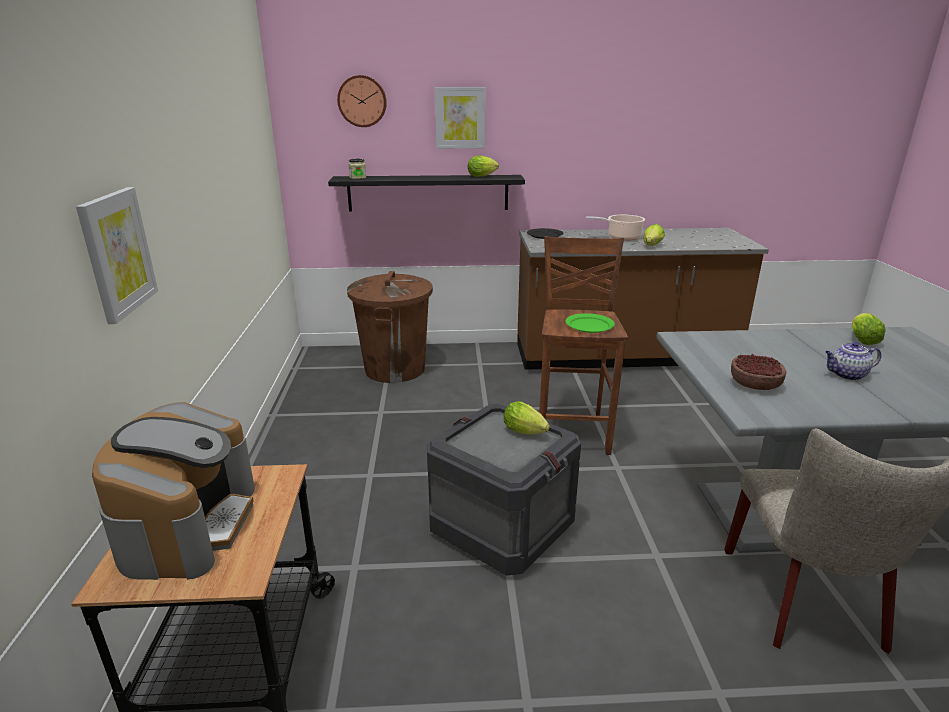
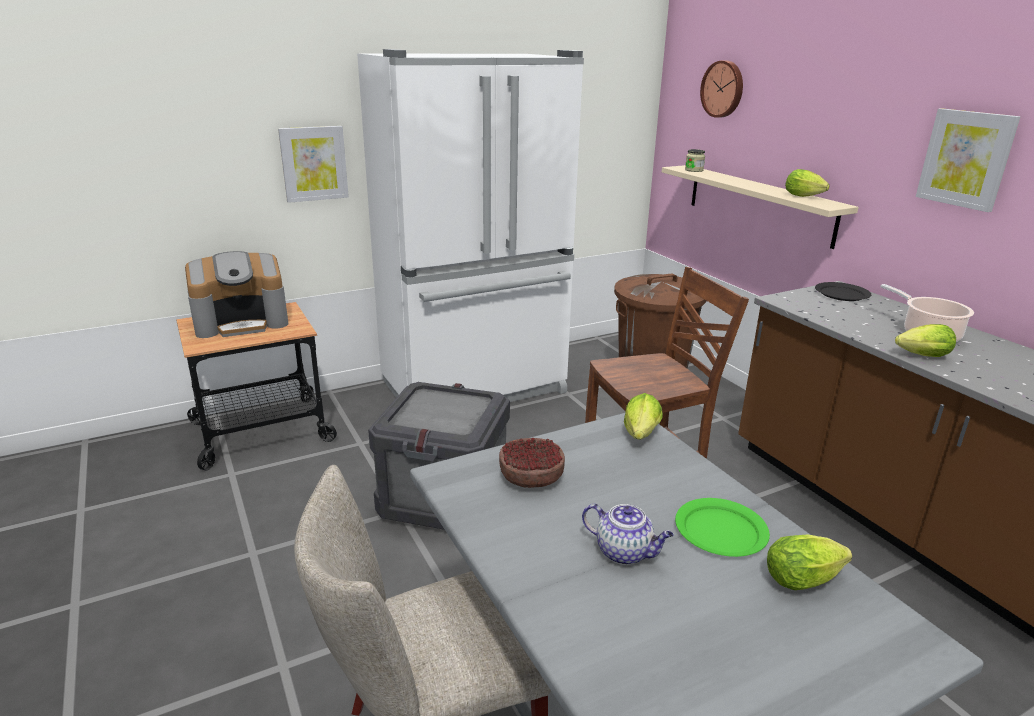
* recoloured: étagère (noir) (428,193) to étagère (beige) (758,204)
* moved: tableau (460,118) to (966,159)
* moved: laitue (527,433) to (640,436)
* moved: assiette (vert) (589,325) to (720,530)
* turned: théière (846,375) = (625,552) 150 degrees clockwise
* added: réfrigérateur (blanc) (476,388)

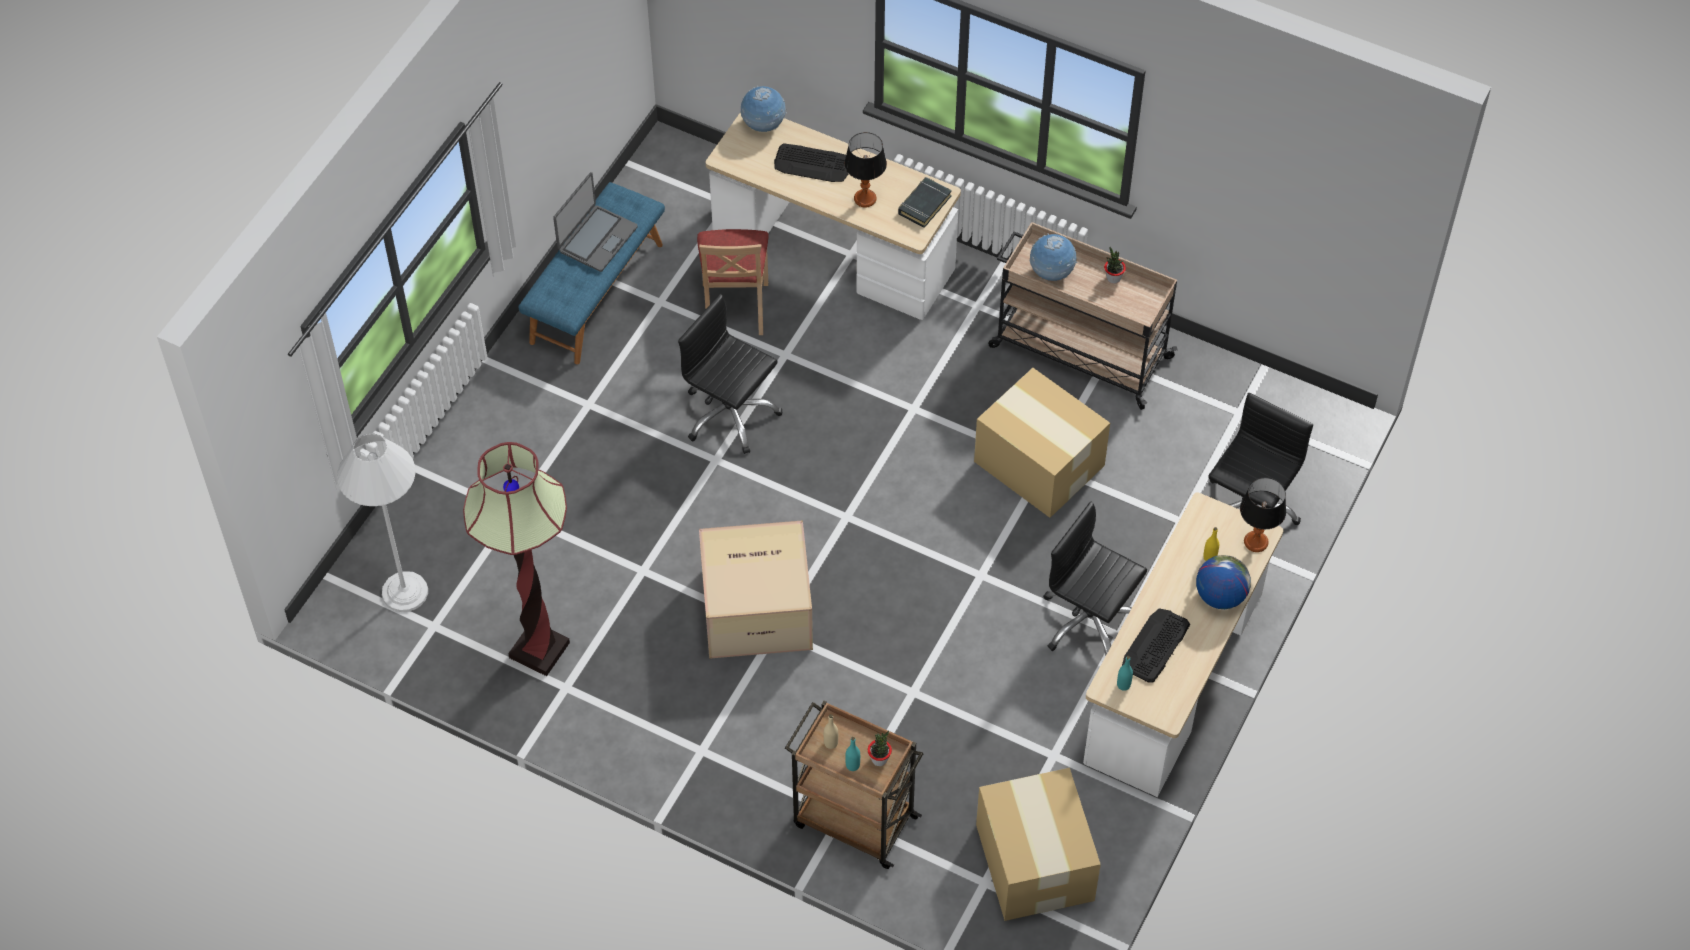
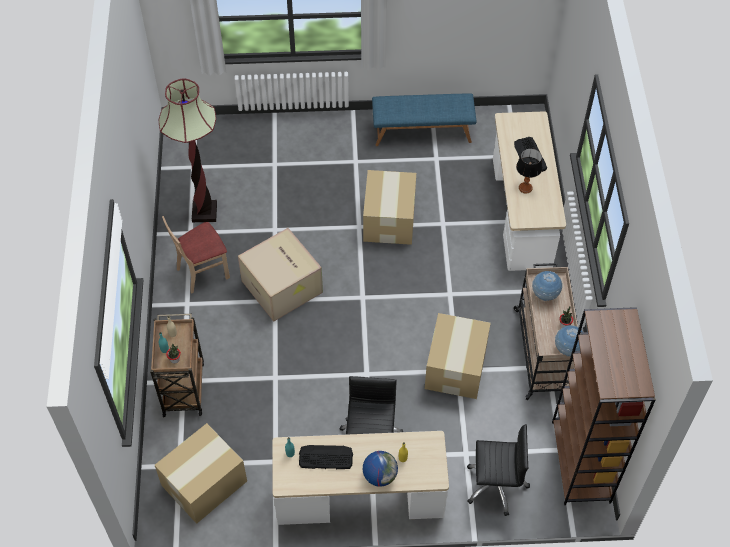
* removed: lampadaire (blanc) (404,592)
* removed: ordinateur portable (597,239)
* replaced: chaise de bureau (noir) (730,414) to carton (389,219)
* moved: chaise (beige) (735,307) to (202,272)
* moved: globe (763,125) to (568,349)
* removed: livre (noir) (924,205)
* removed: lampe de table (1256,542)
* added: bibliothèque (marron) (581,462)

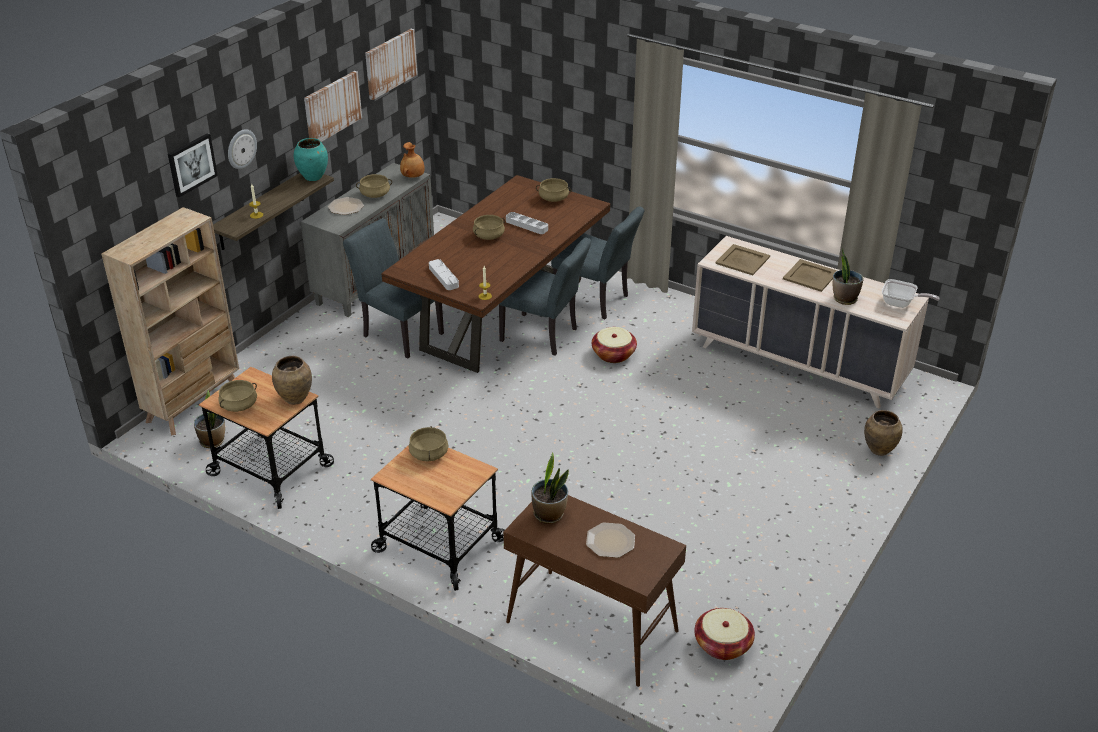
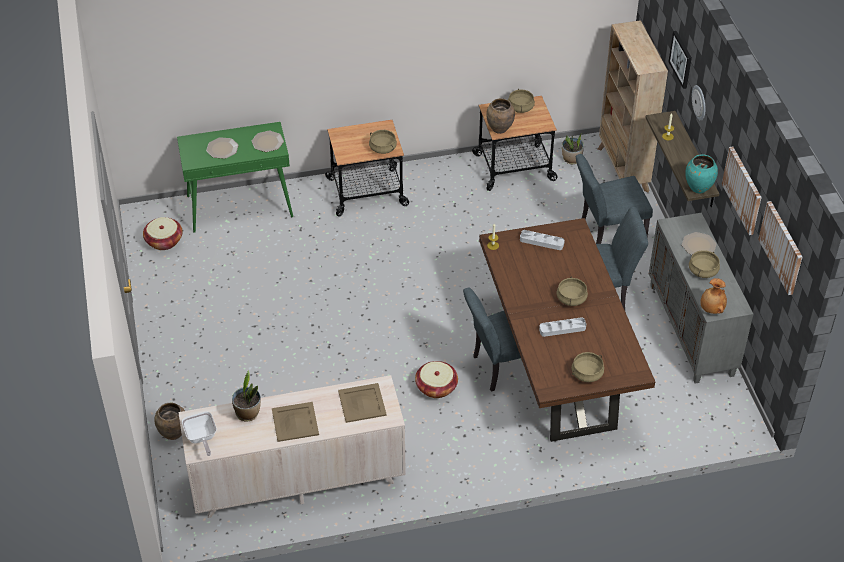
* recoloured: table console (marron) (590,627) to table console (vert) (240,206)
* replaced: plante en pot (549,514) to assiette (268,142)
* moved: chaise (gris) (596,301) to (607,235)
* turned: poêle (901,304) = (201,438) 90 degrees counterclockwise

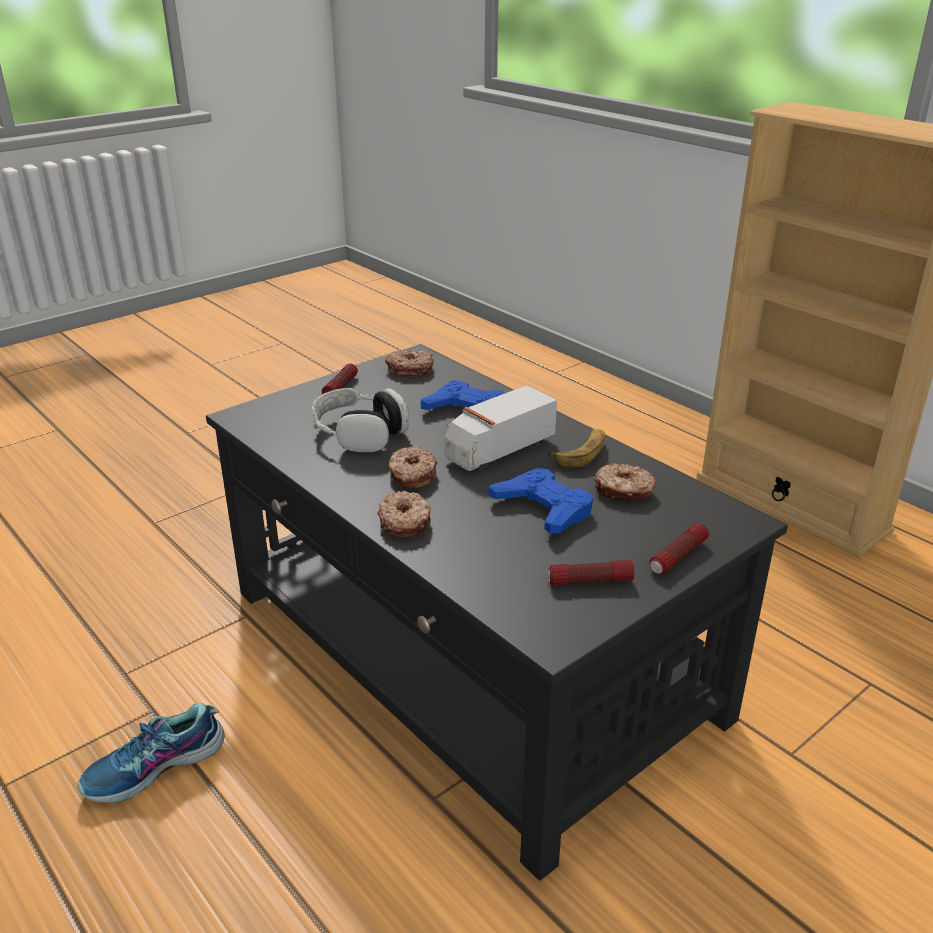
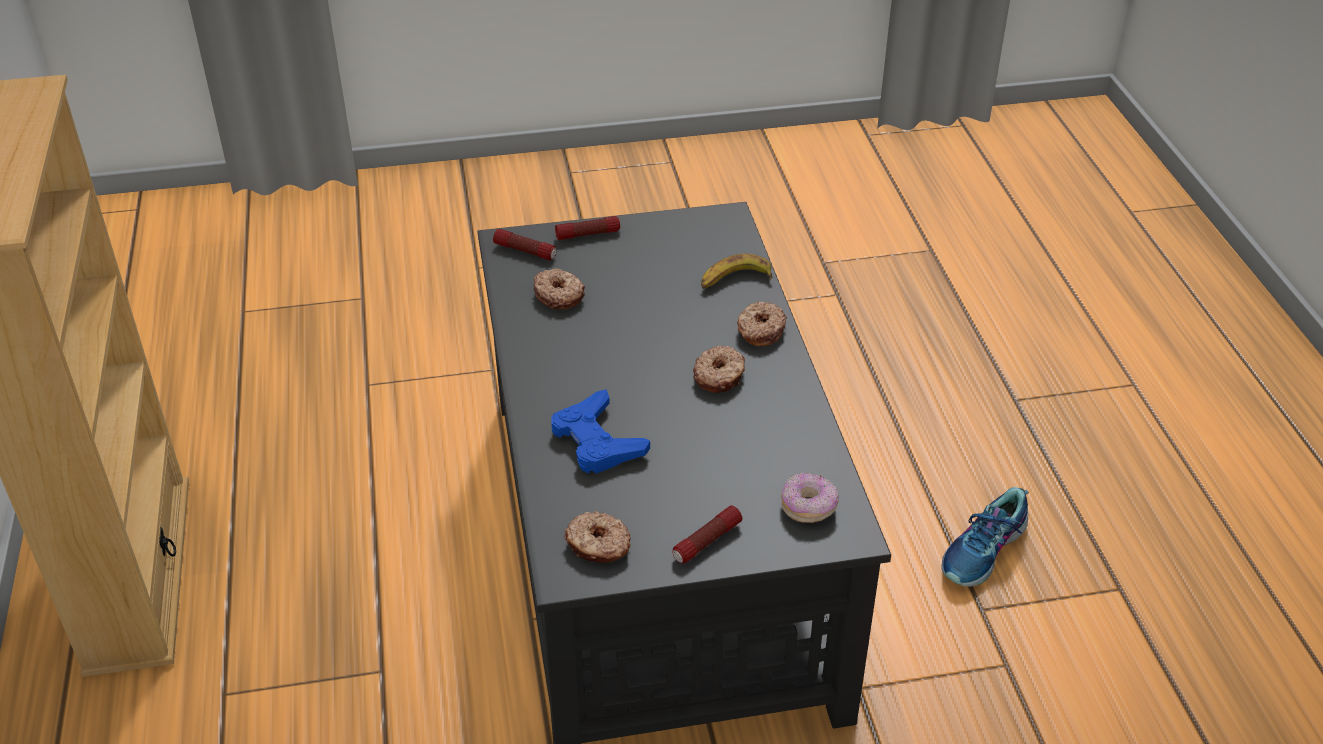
* turned: chaussure (155,768) = (984,551) 135 degrees clockwise
* removed: casque audio (359,433)
* removed: camion jouet (498,450)
* removed: manette (bleu) (543,508)
* moved: banane (581,453) to (734,280)
* moved: lampe de poche (590,581) to (525,251)
* added: beignet (808,507)

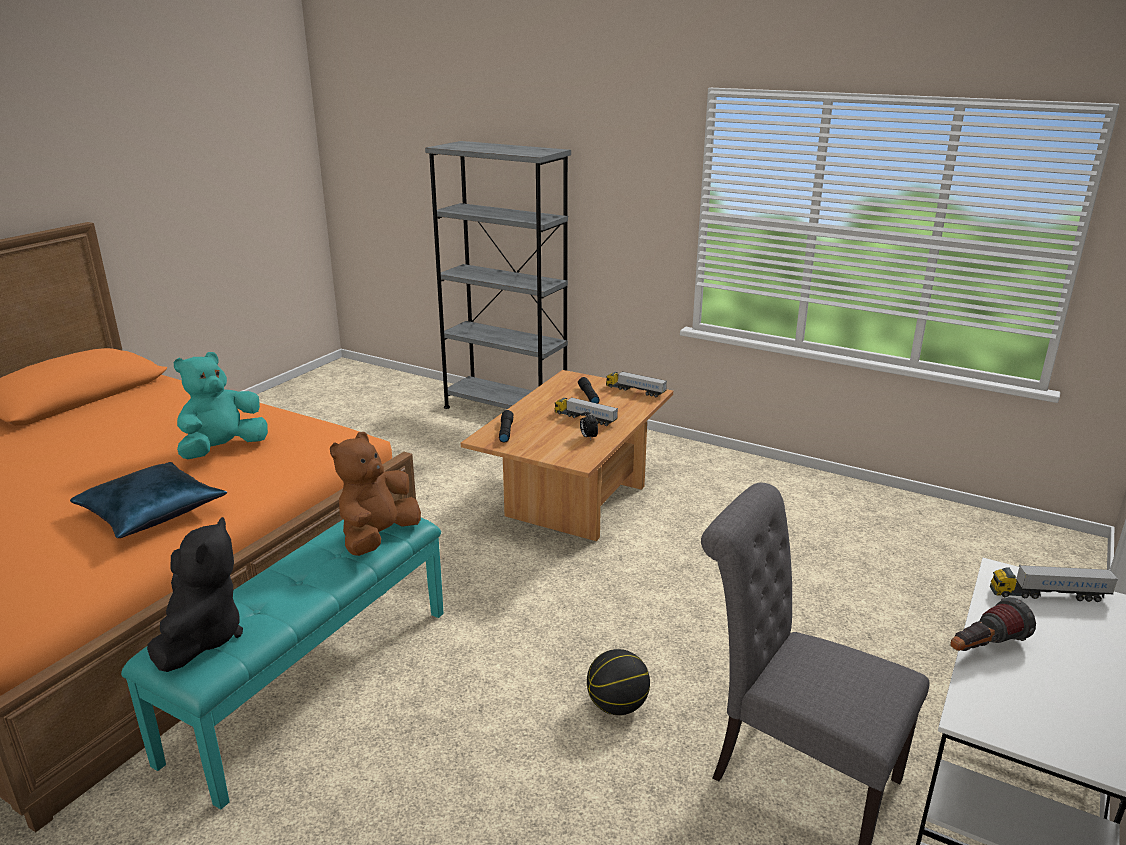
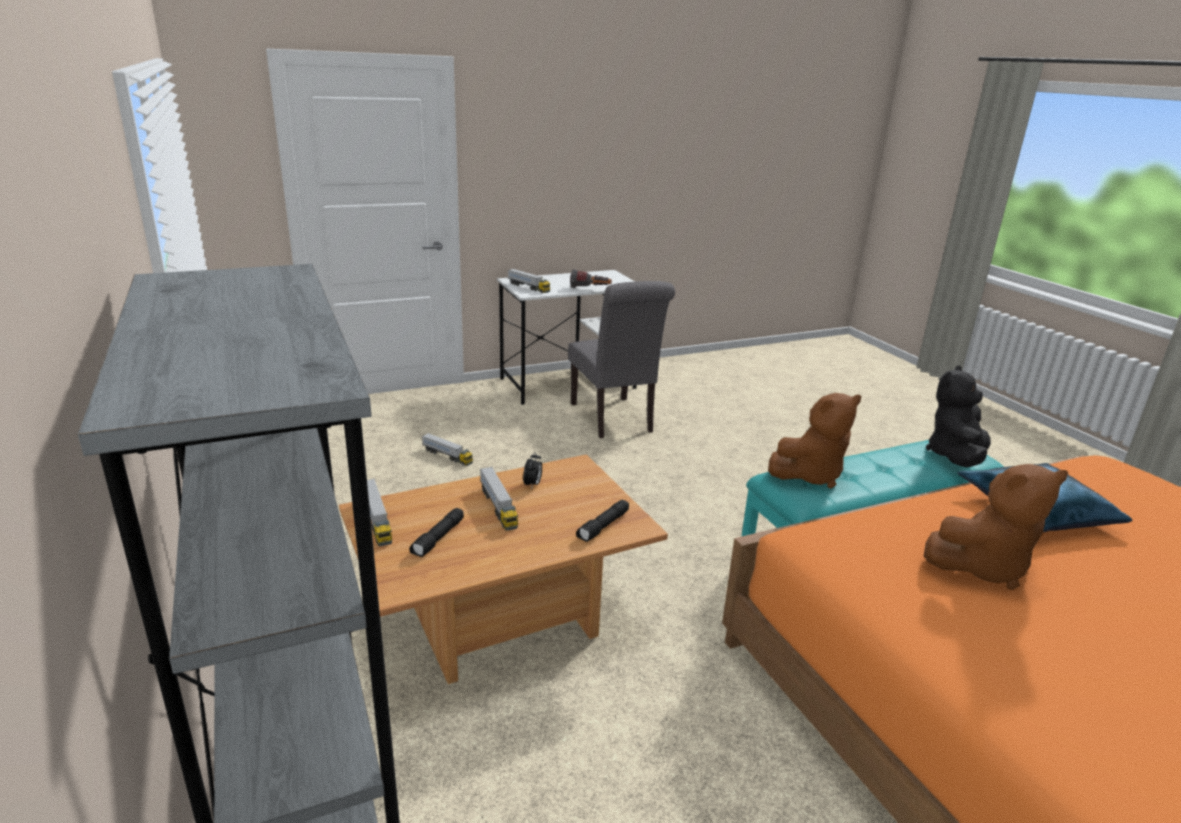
* recoloured: peluche (turquoise) (223,449) to peluche (marron) (982,566)
* removed: ballon de basket (617,706)
* added: camion jouet (447,456)

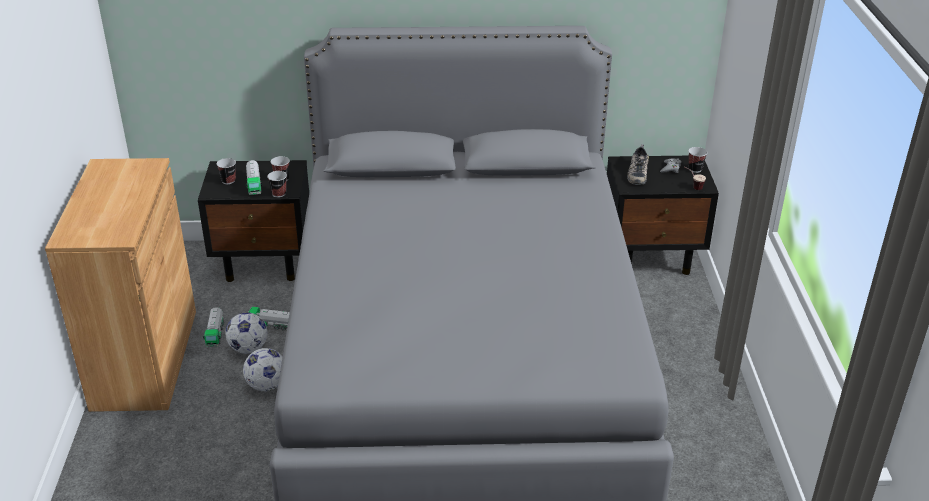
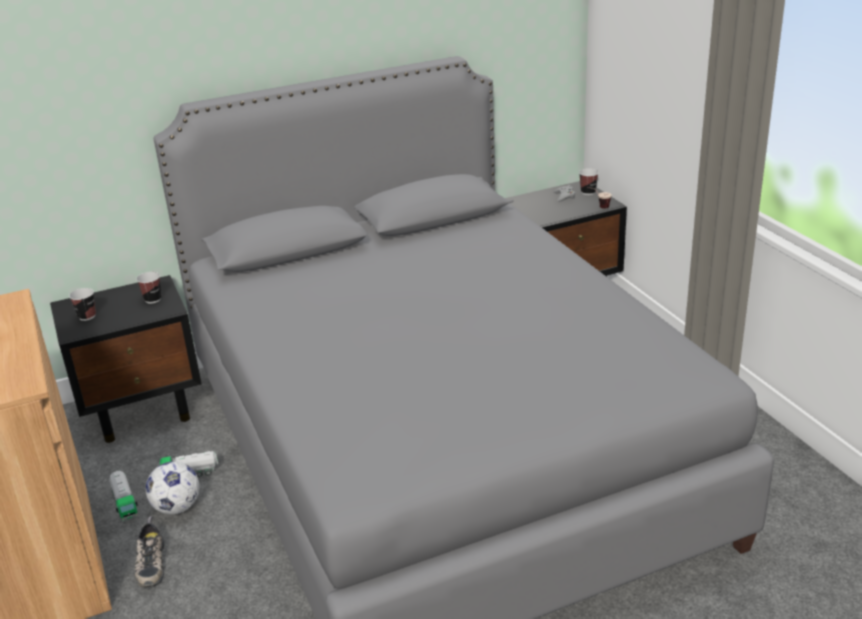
* removed: ballon de foot (267,385)
* removed: camion jouet (254,185)
* removed: tasse (279,194)
* moved: chaussure (637,173) to (150,563)

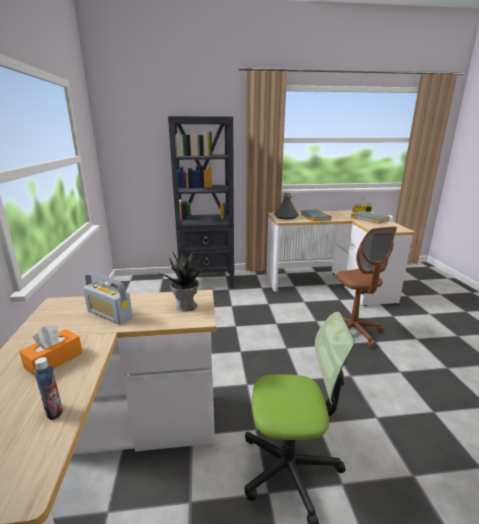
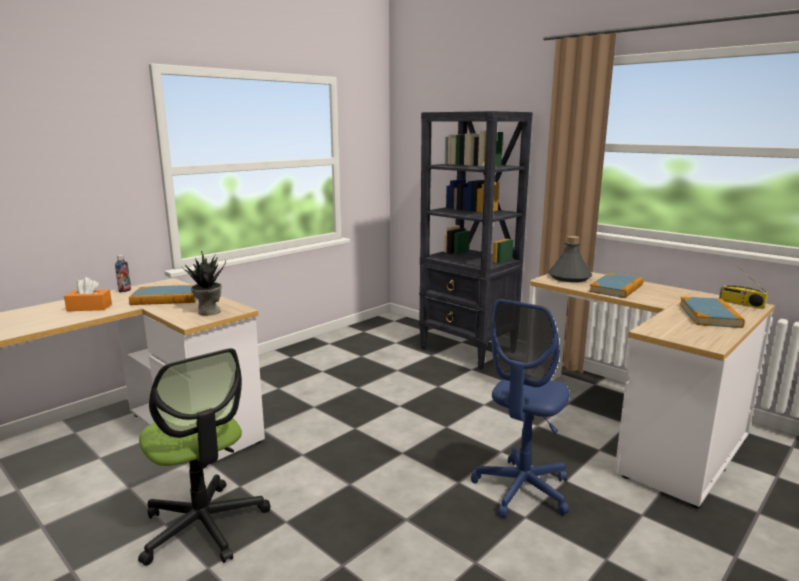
* moved: bouteille (54,411) to (125,290)
* replaced: radio (109,314) to livre (167,298)
* recoloured: chaise de bureau (marron) (353,332) to chaise de bureau (bleu) (522,490)

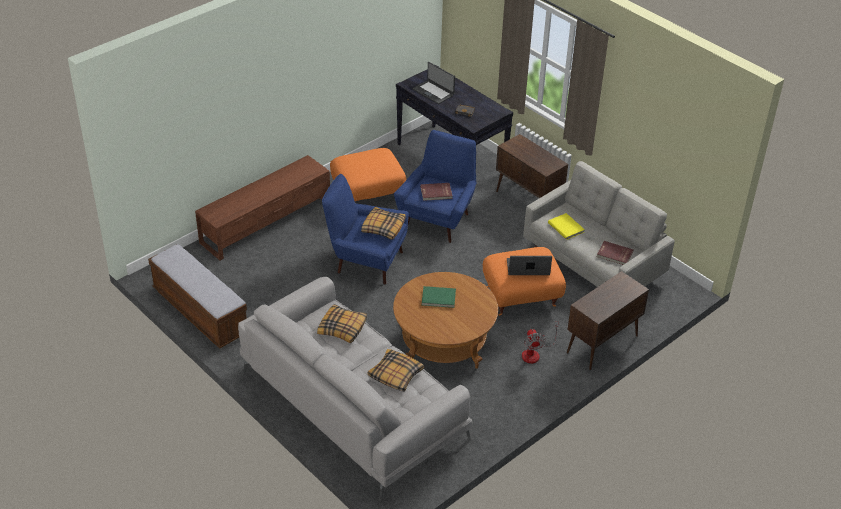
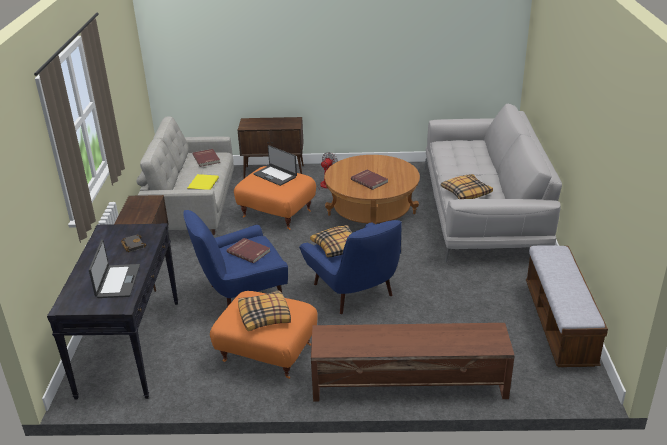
* moved: coussin (395,375) to (265,316)
* recoloured: livre (vert) (438,298) to livre (rouge) (370,180)

